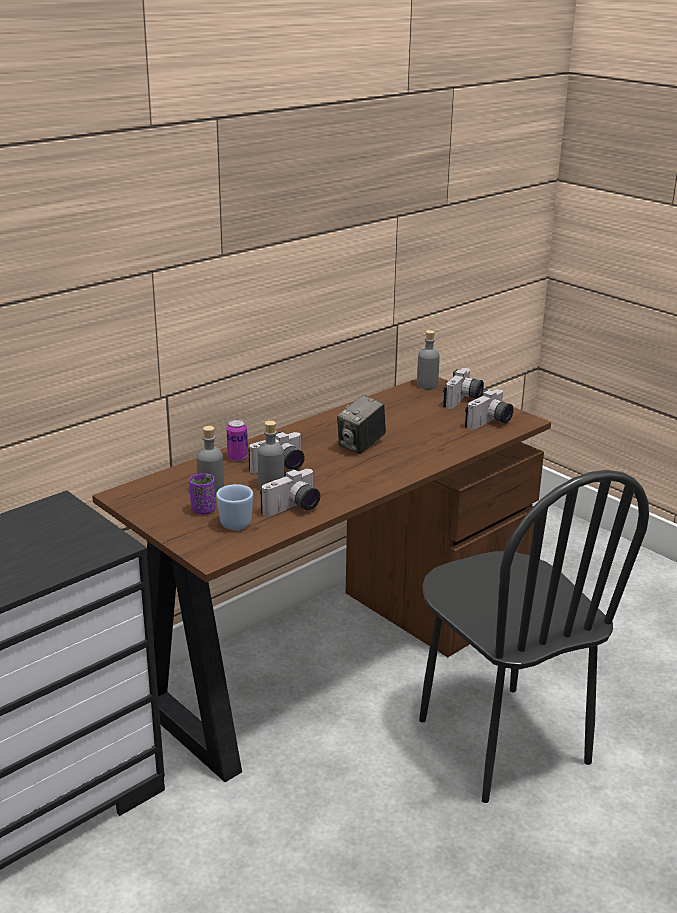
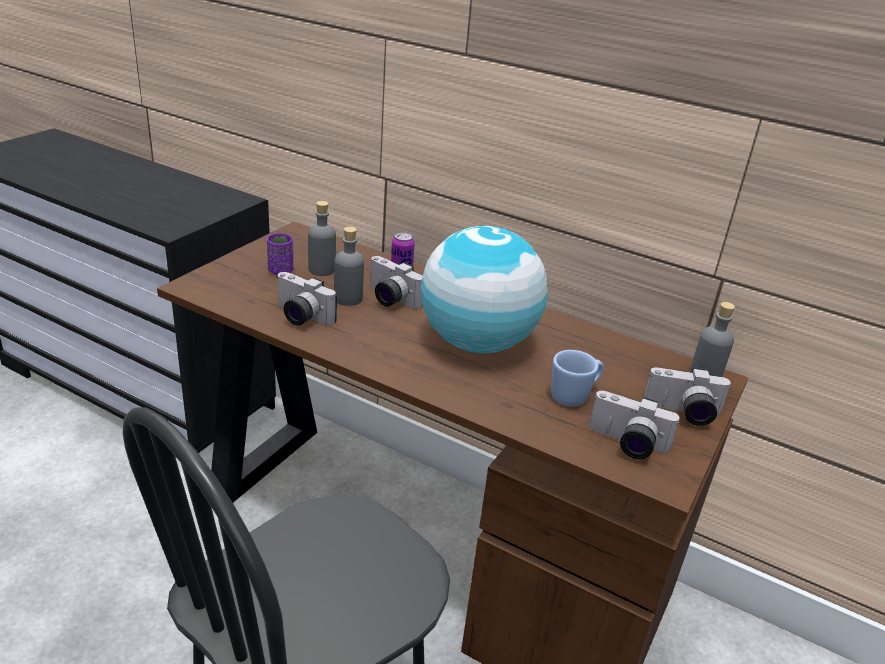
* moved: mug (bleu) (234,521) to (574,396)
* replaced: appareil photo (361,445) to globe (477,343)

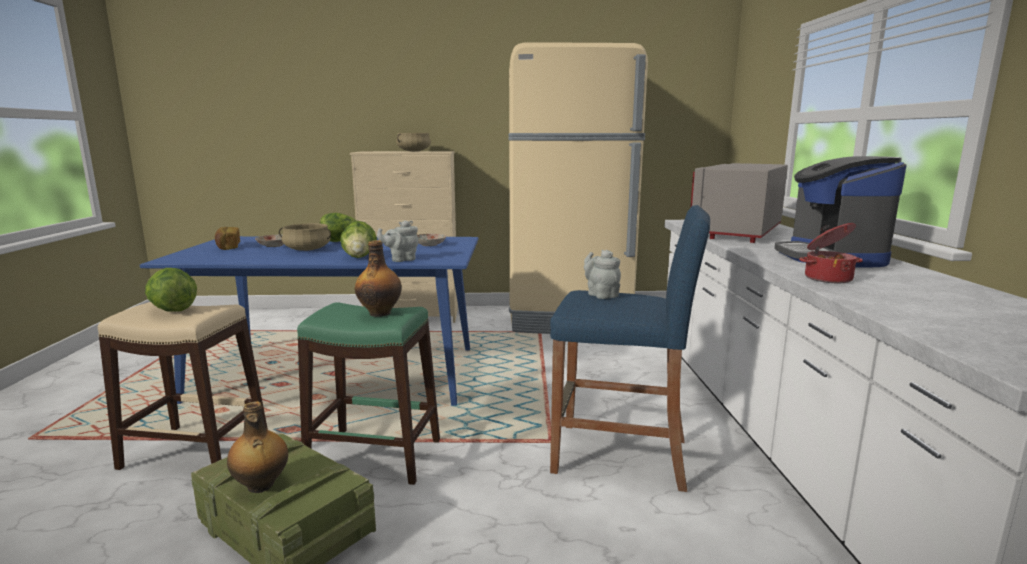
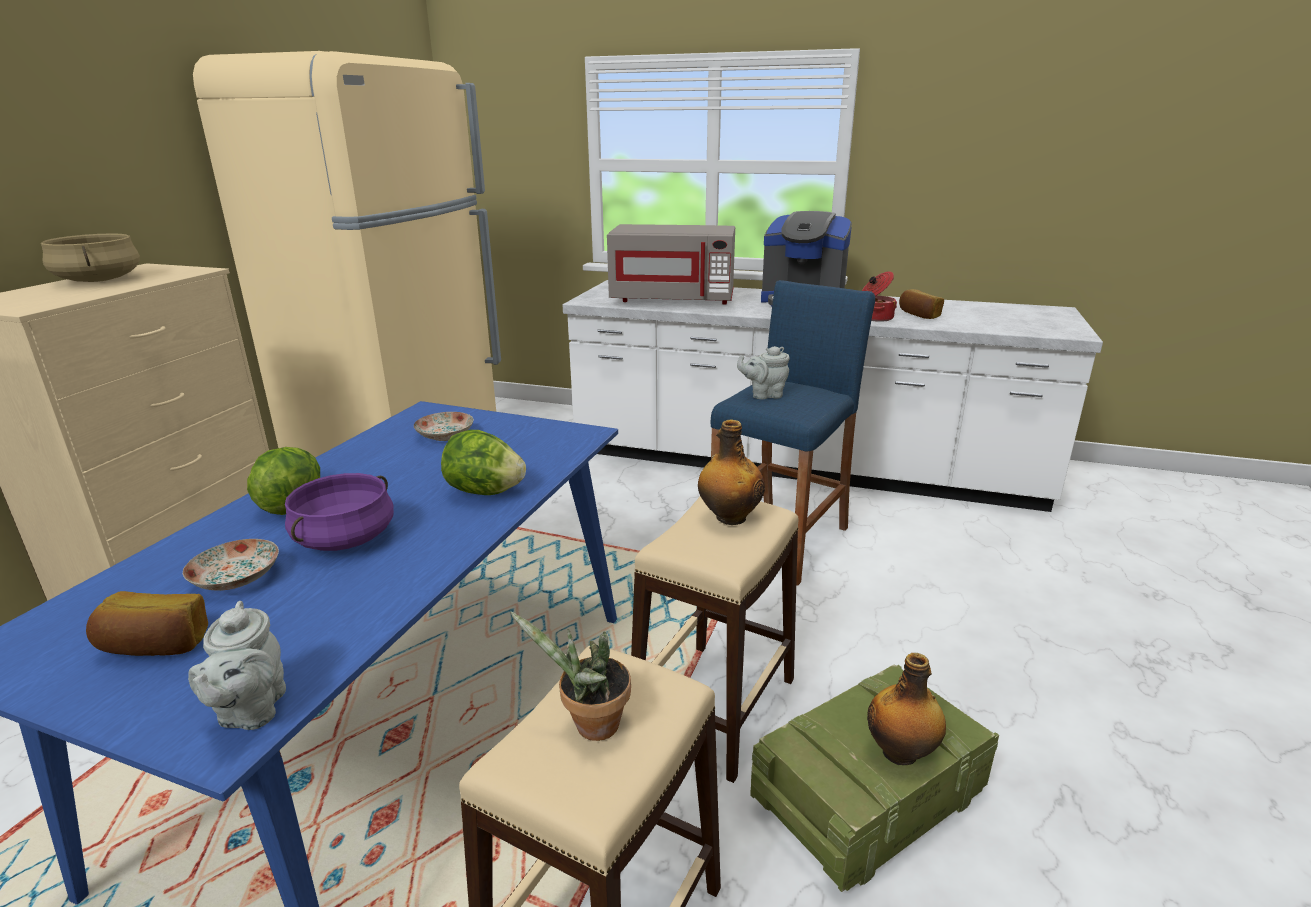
* replaced: laitue (172,310) to plante en pot (590,727)
* recoloured: marmite (beige) (307,250) to marmite (violet) (345,539)
* recoloured: tabouret (vert) (375,456) to tabouret (beige) (716,707)
* moved: théière (gris) (401,259) to (250,711)
* turned: micro-ondes (gris) (738,232) = (673,299) 45 degrees counterclockwise
* added: pain (918,315)

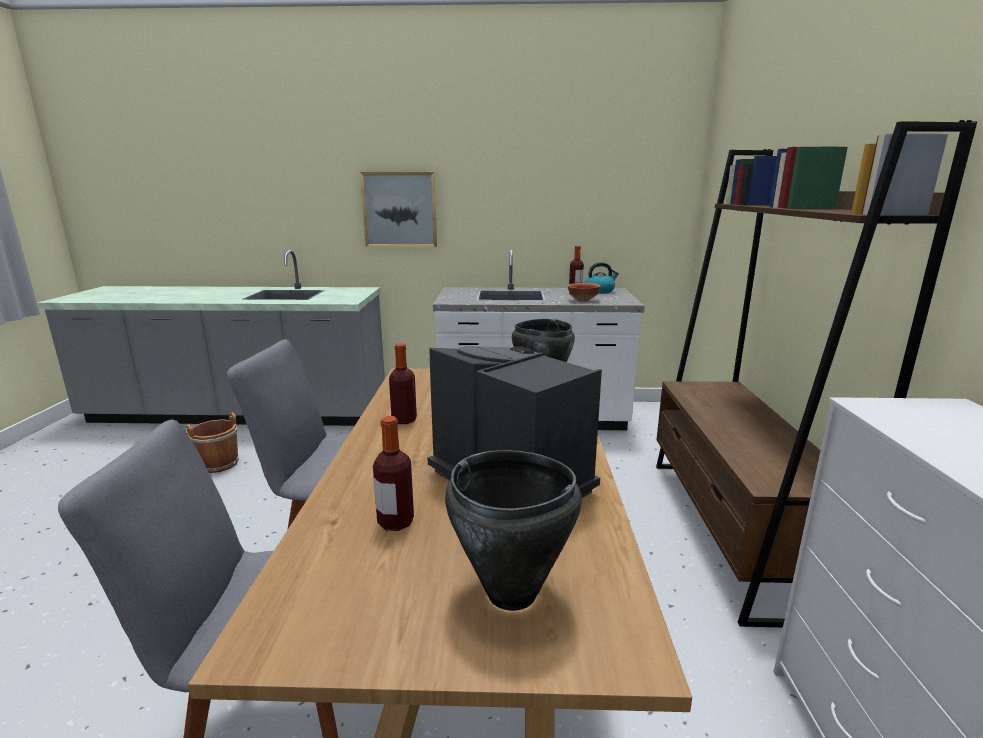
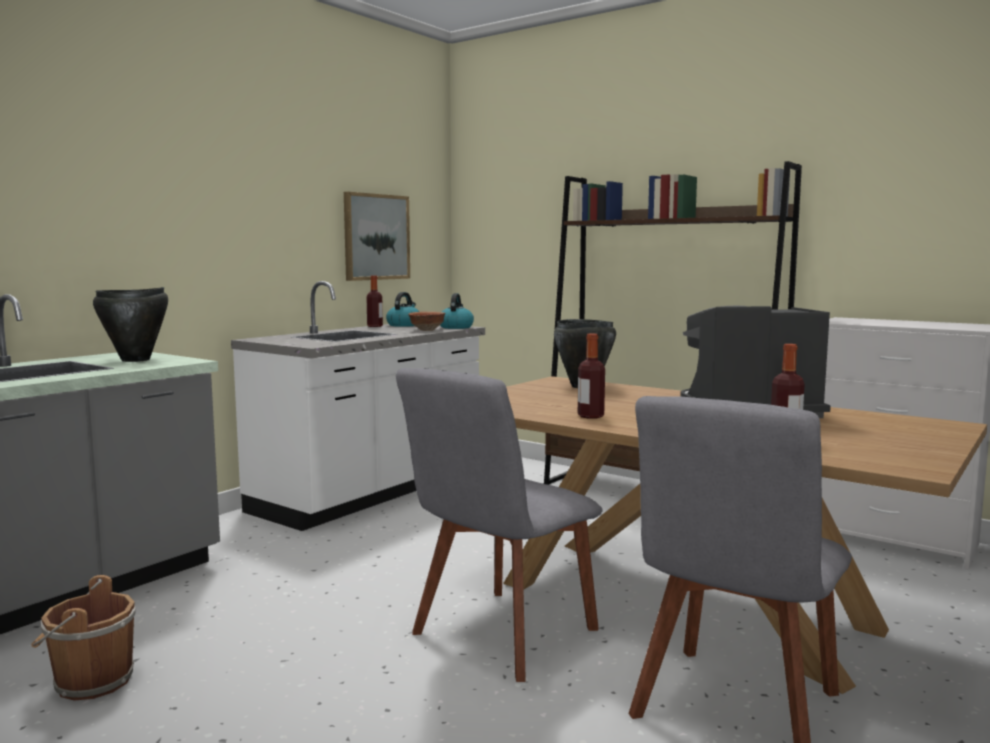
* moved: tableau (400,210) to (376,237)
* moved: marmite (noir) (512,594) to (136,360)
* added: bouilloire (456,327)

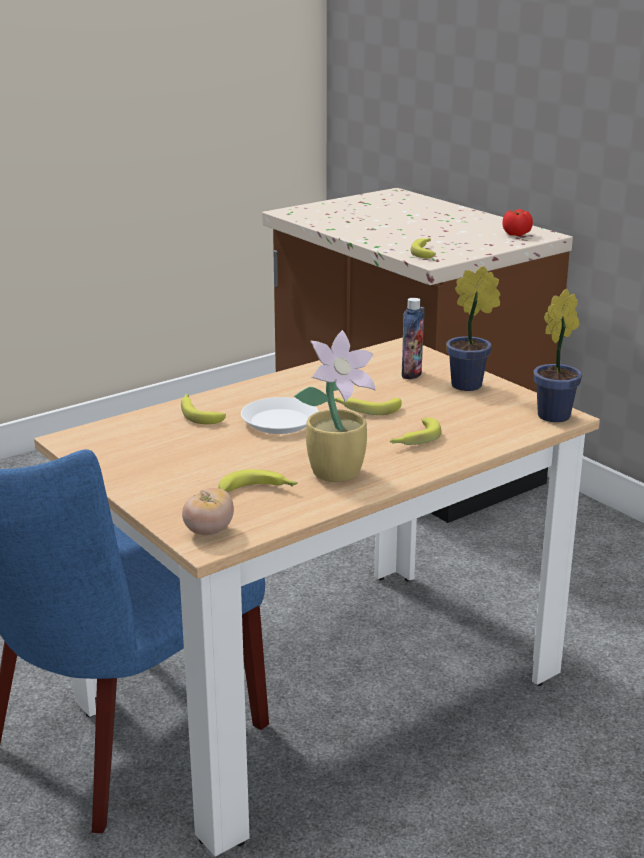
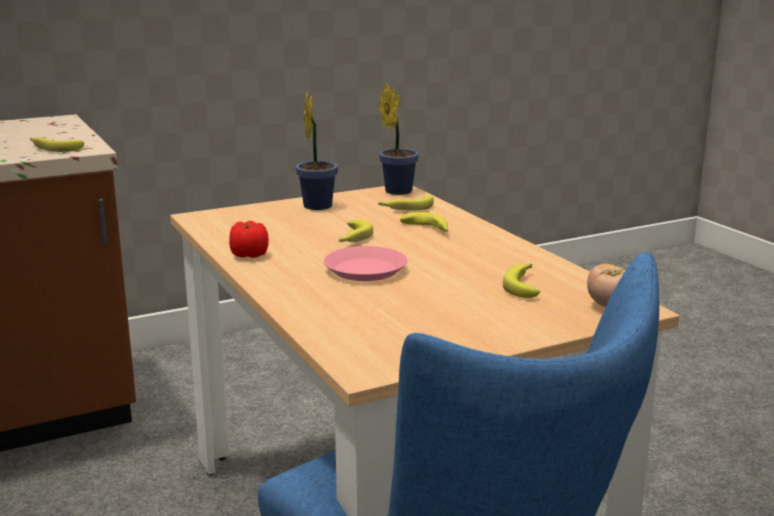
* moved: banane (198,413) to (406,208)
* recoloured: assiette (blanc) (280,421) to assiette (rose) (365,270)
* removed: plante en pot (339,472)
* removed: bouteille (411,374)
* moved: tomate (517,234) to (250,255)

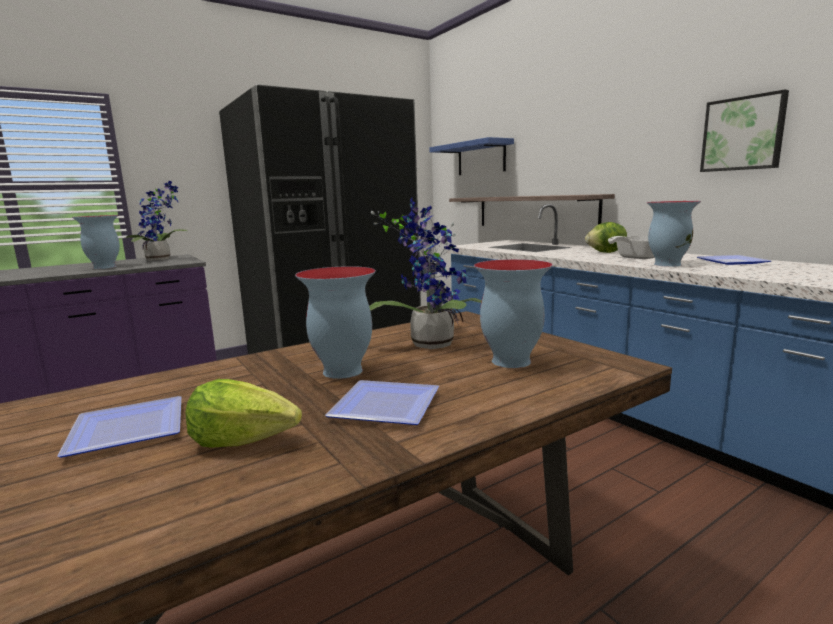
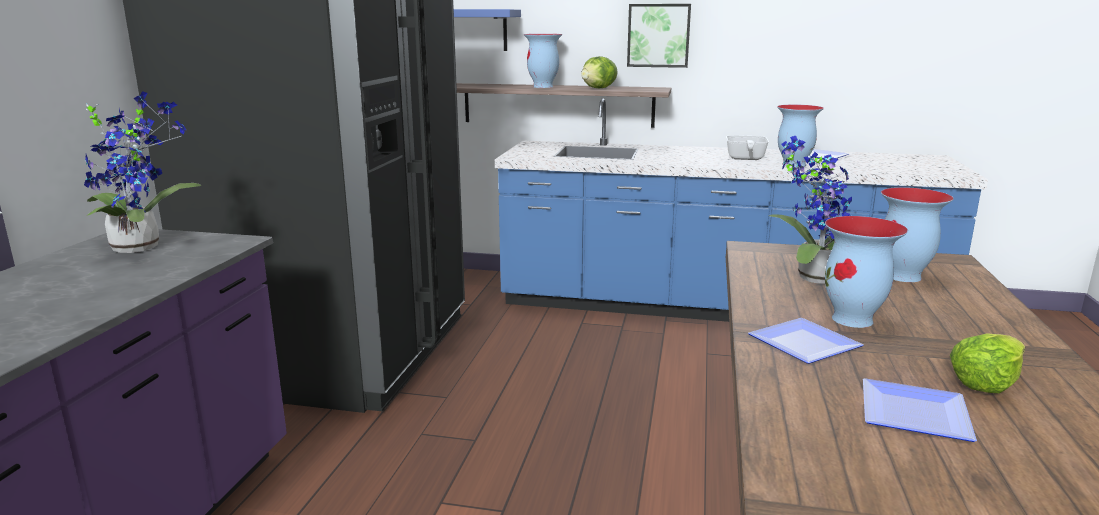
* moved: vase (104,267) to (543,87)
* moved: assiette (383,405) to (799,344)
* moved: laitue (606,253) to (599,88)
* moved: tableau (743,134) to (658,35)

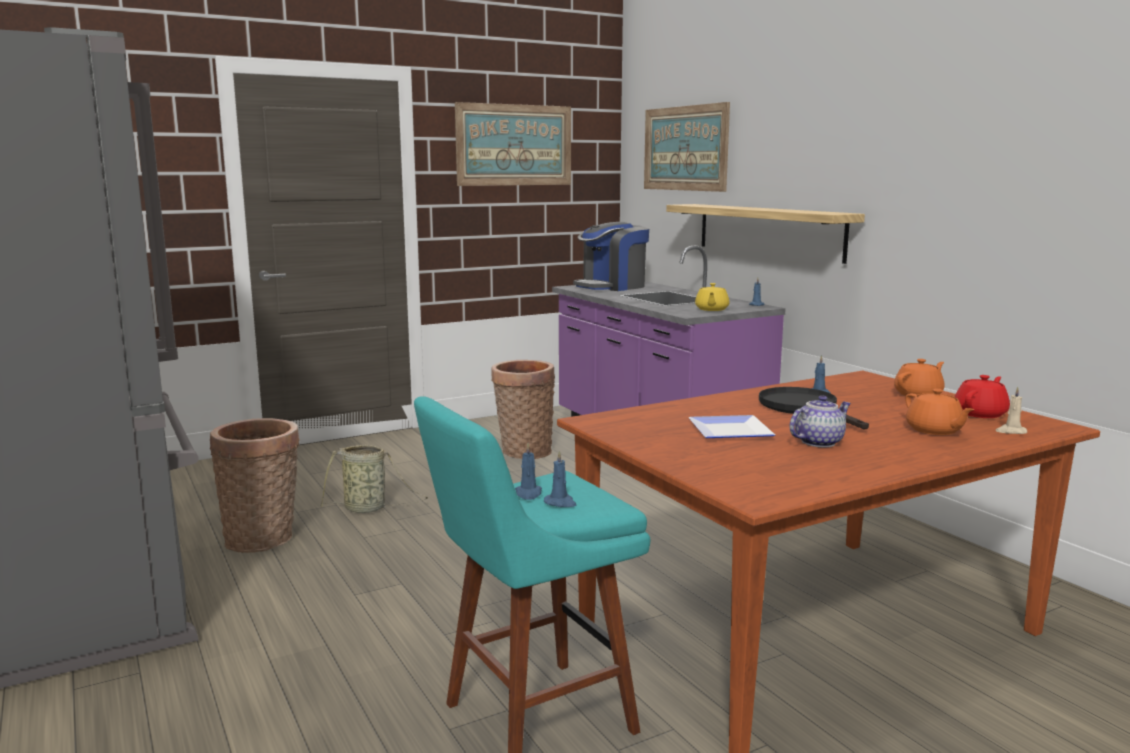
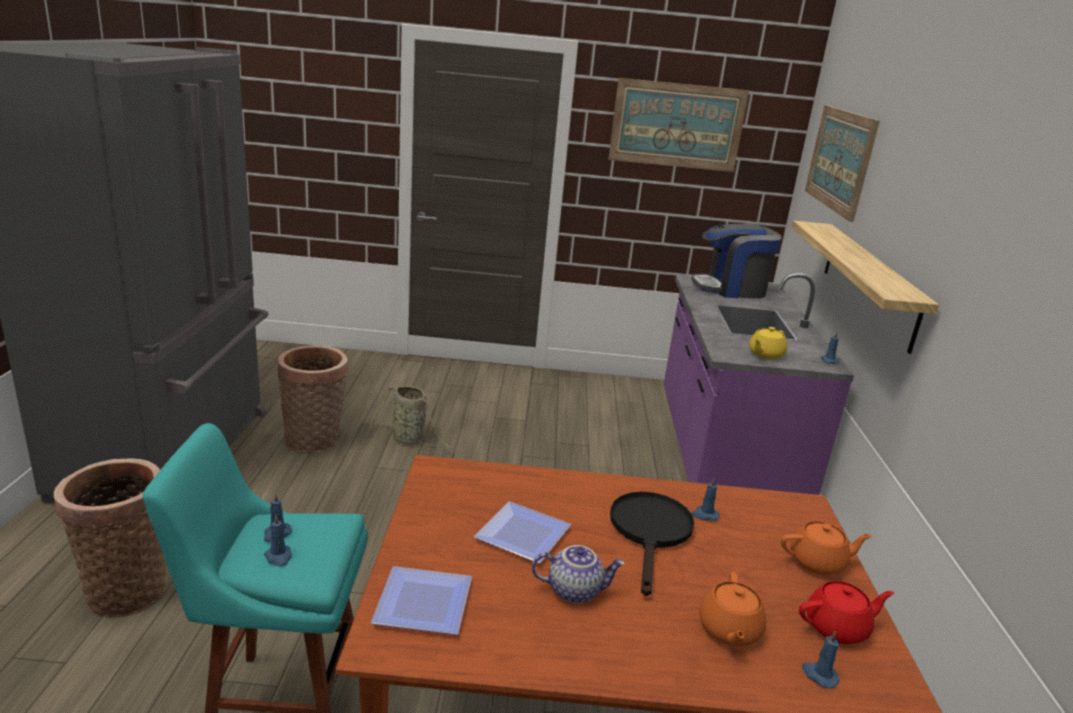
* moved: panier (523,451) to (126,589)
* recoloured: bougie (beige) (1010,431) to bougie (bleu) (819,675)
* added: assiette (419,605)

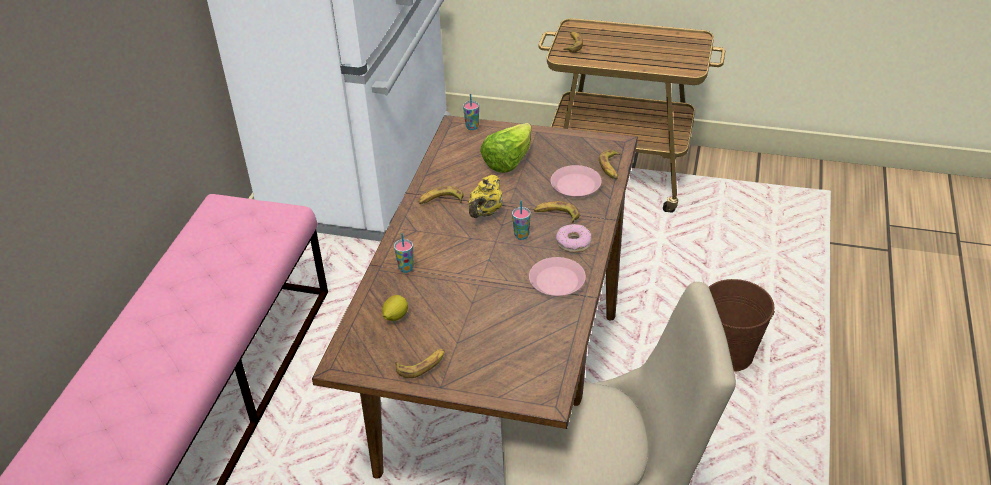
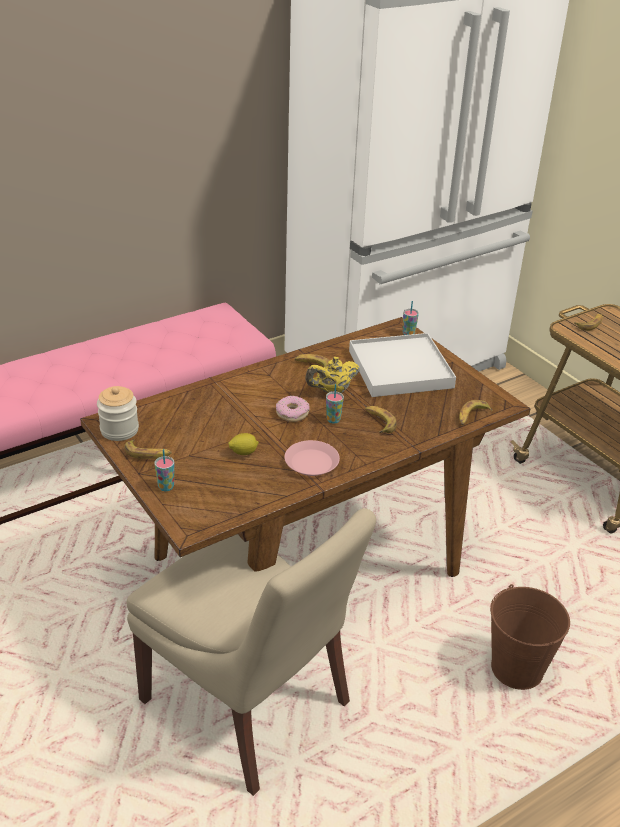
* moved: citron (395,316) to (243,453)
* moved: tasse (406,268) to (166,487)
* replaced: laitue (508,161) to plateau (blanc) (400,369)
* removed: assiette (rose) (576,185)
* moved: beignet (573,243) to (292,413)
* added: bocal (119,430)

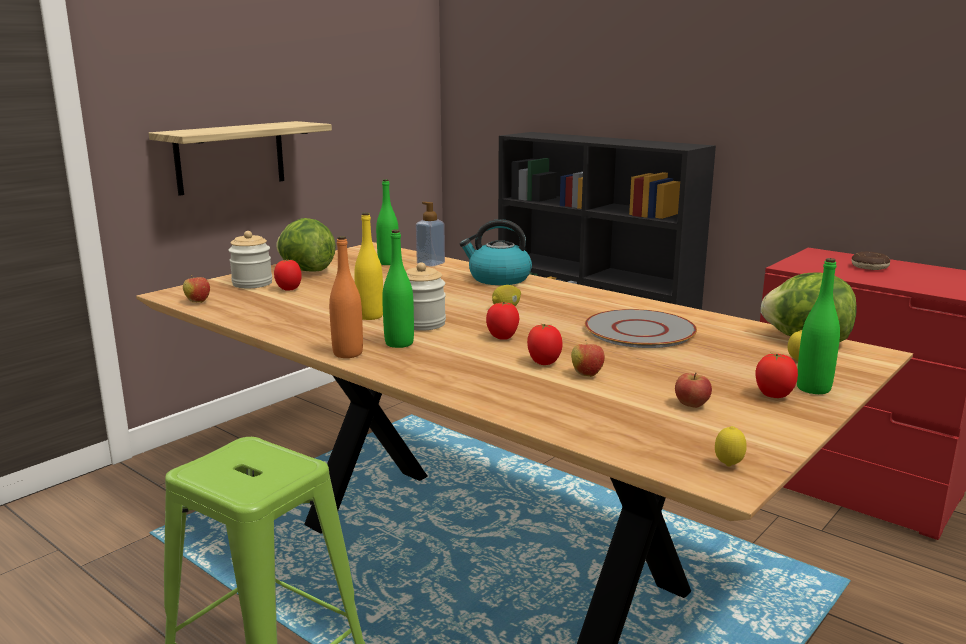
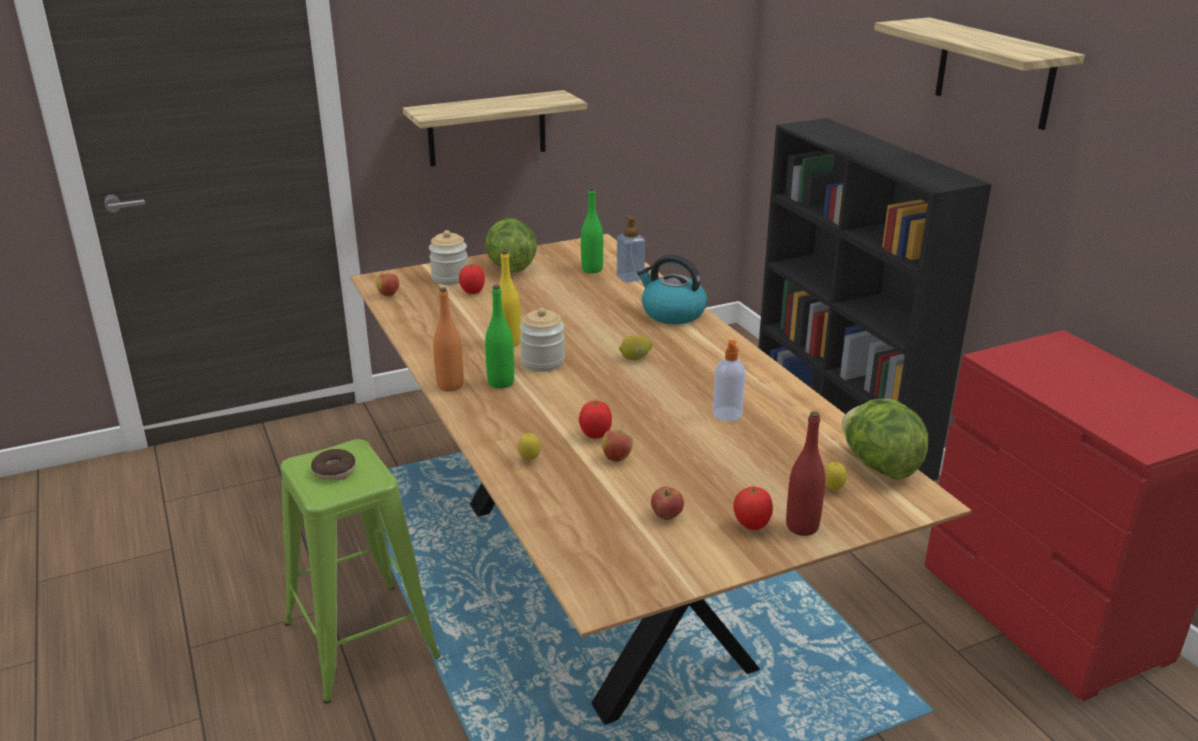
* removed: tomate (503,338)
* replaced: assiette (gris) (639,330) to distributeur de savon (727,414)
* moved: citron (728,466) to (529,460)
* recoloured: bouteille (vert) (813,388) to bouteille (rouge) (802,527)
* moved: beignet (869,267) to (334,471)
* added: étagère (994,73)

